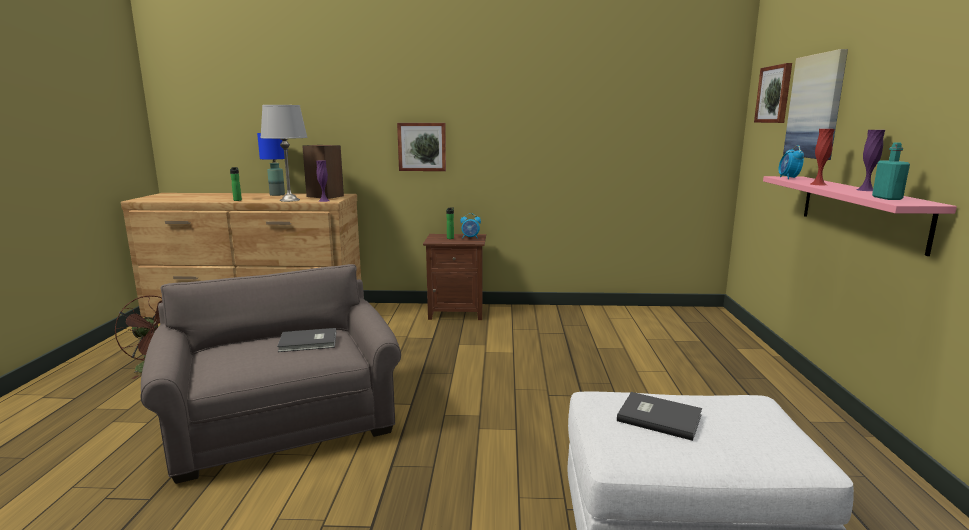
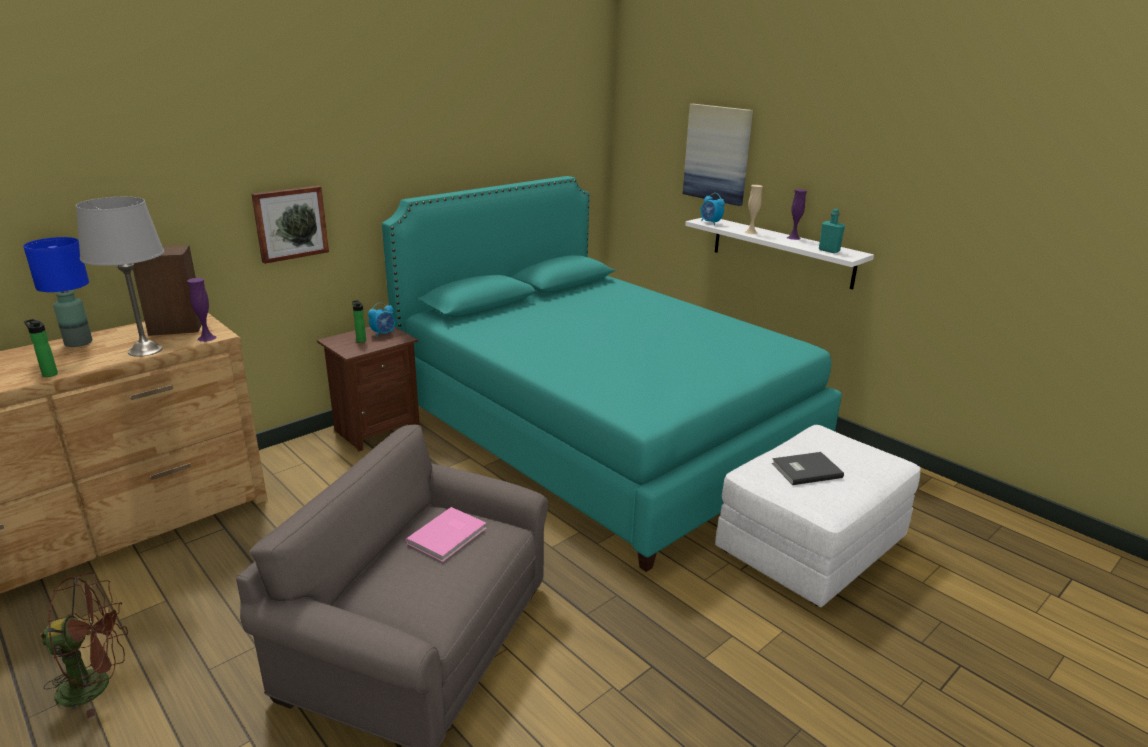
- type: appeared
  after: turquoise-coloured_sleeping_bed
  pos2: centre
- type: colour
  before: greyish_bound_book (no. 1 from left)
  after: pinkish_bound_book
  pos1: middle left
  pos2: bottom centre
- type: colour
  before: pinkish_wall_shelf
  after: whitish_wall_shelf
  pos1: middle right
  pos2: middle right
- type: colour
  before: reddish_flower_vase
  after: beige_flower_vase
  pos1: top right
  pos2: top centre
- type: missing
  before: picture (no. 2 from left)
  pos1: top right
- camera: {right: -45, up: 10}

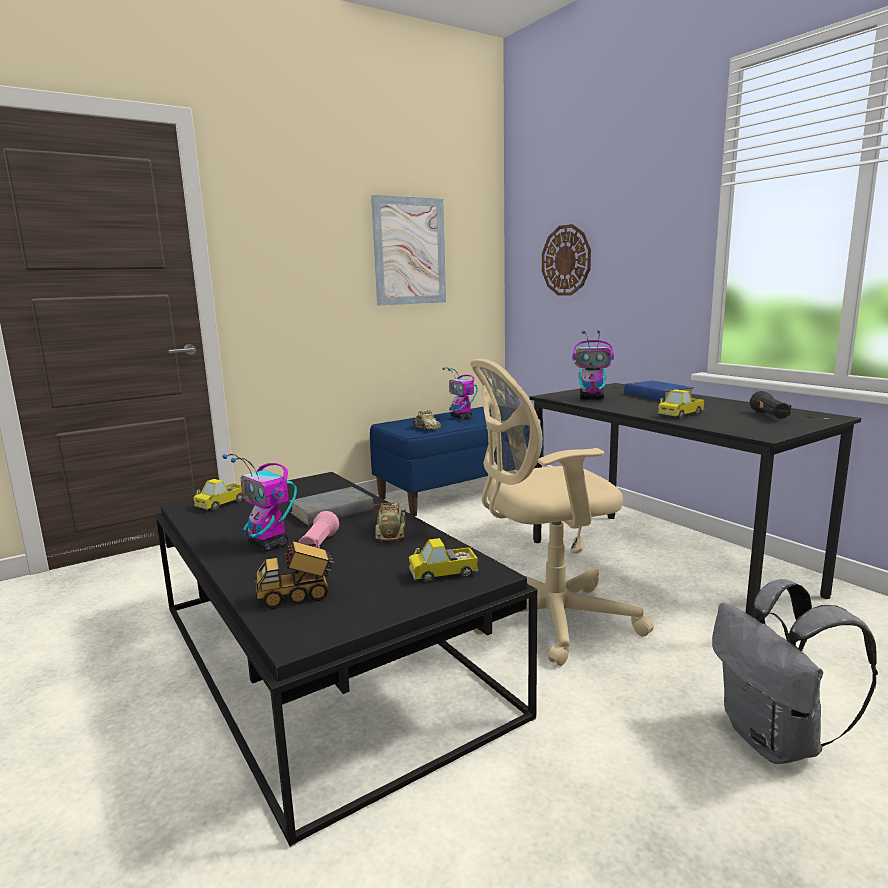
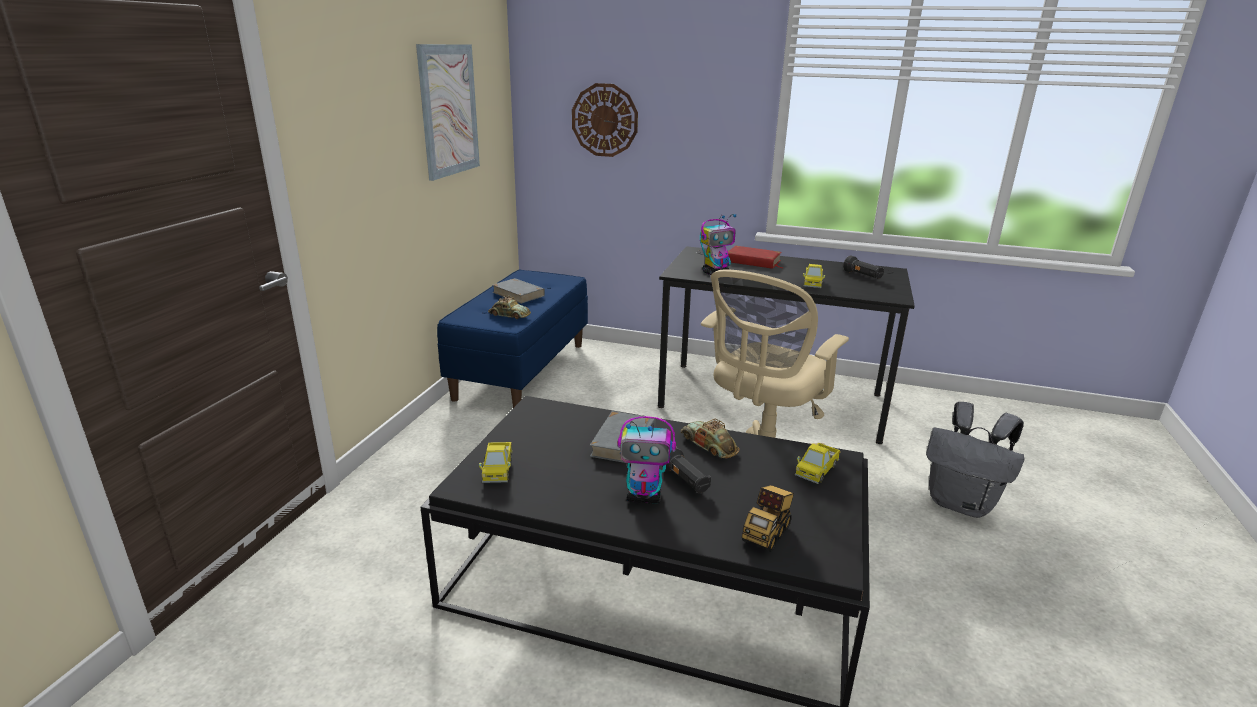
- type: exchanged
  before: robot_figure (no. 2 from left)
  after: greyish_bound_book (no. 1 from left)
  pos1: centre
  pos2: centre
- type: colour
  before: pinkish_hand_torch
  after: black_hand_torch (no. 1 from left)
  pos1: centre
  pos2: centre
- type: colour
  before: blue-coloured_bound_book
  after: reddish_bound_book
  pos1: middle right
  pos2: centre
- camera: {right: -40, up: 10}

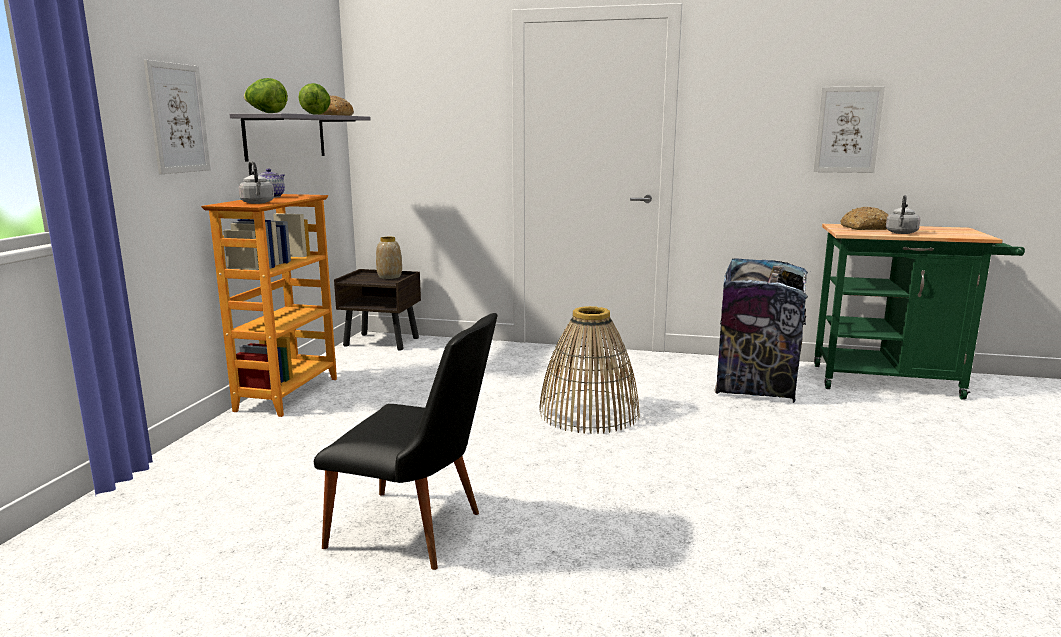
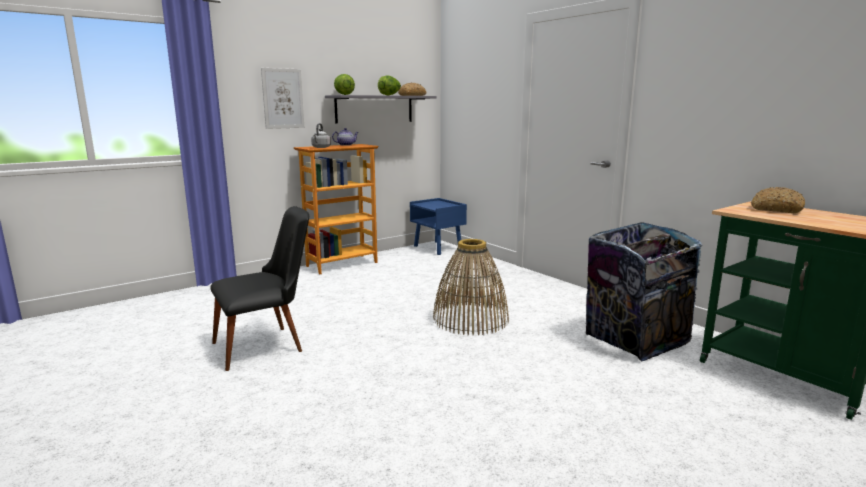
- type: spun
  before: black_upright_chair
  pos1: bottom centre
  pos2: middle left
  turn: -90
- type: colour
  before: brown_bedside_table
  after: blue-coloured_bedside_table
  pos1: centre
  pos2: centre
- type: missing
  before: flower_vase
  pos1: centre
- type: missing
  before: picture (no. 2 from left)
  pos1: top right
- type: missing
  before: greyish_water_kettle (no. 2 from left)
  pos1: middle right
- camera: {right: 40, up: 0}

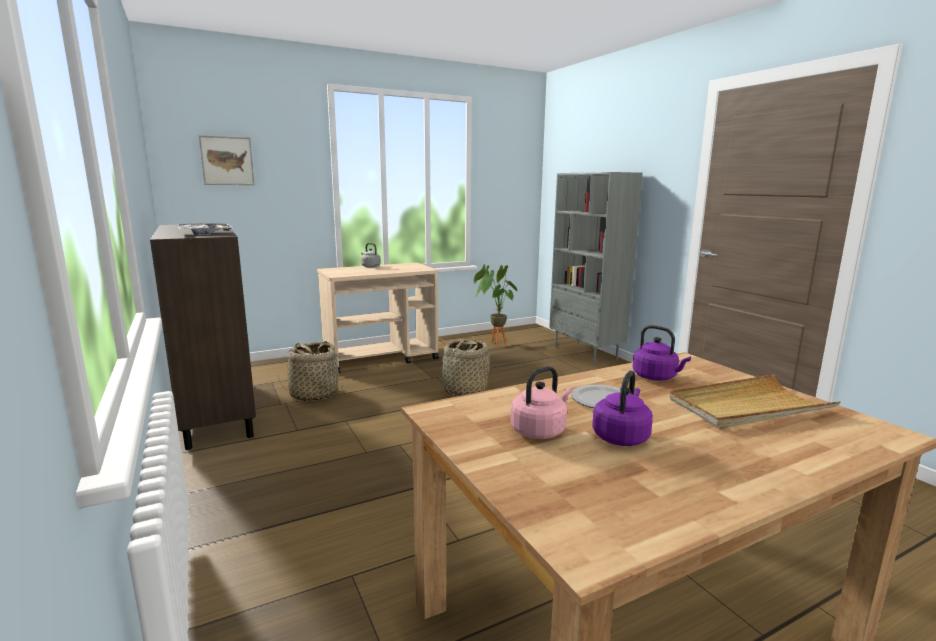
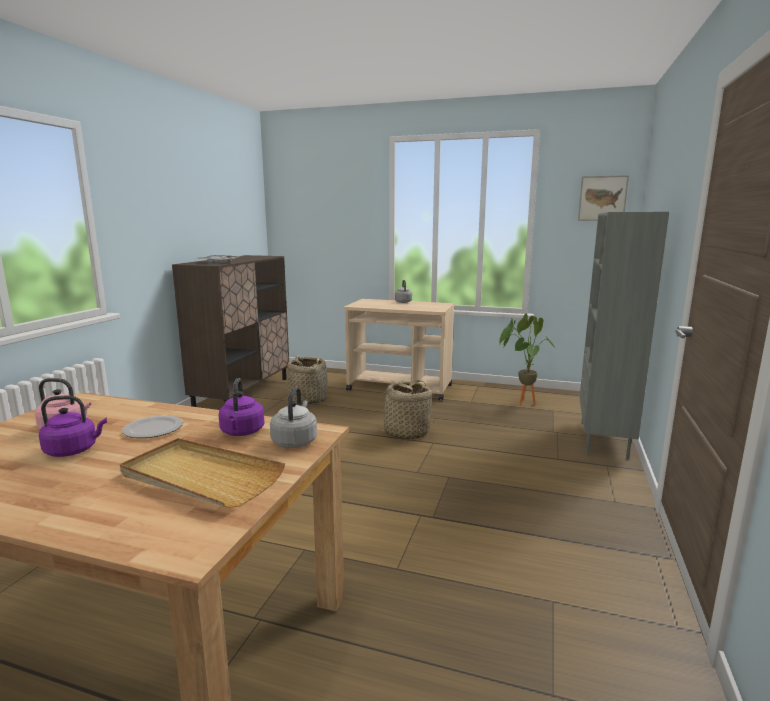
- type: appeared
  after: greyish_water_kettle (no. 1 from left)
  pos2: centre
- type: relocated
  before: picture
  pos1: top left
  pos2: top right
- camera: {right: 45, up: 0}

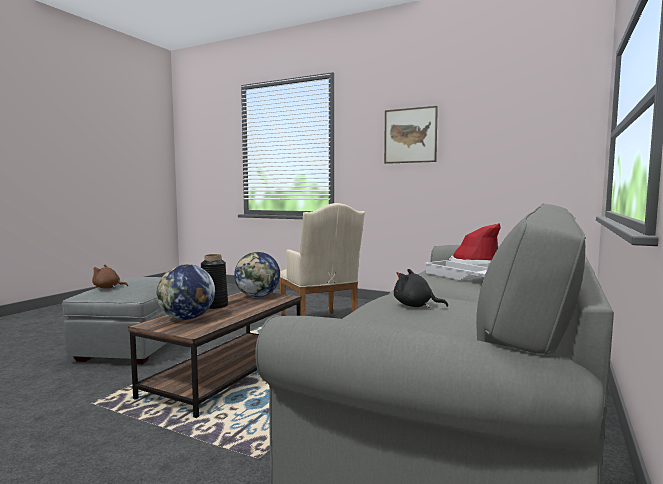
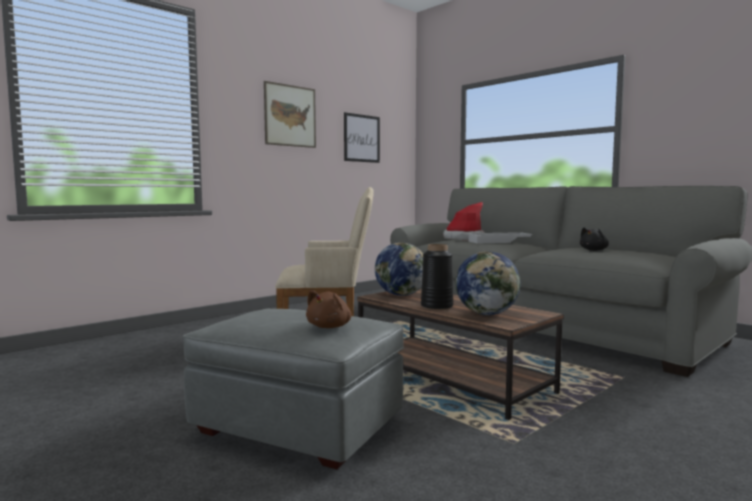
- type: appeared
  after: picture (no. 2 from left)
  pos2: top centre
- camera: {right: -70, up: 0}

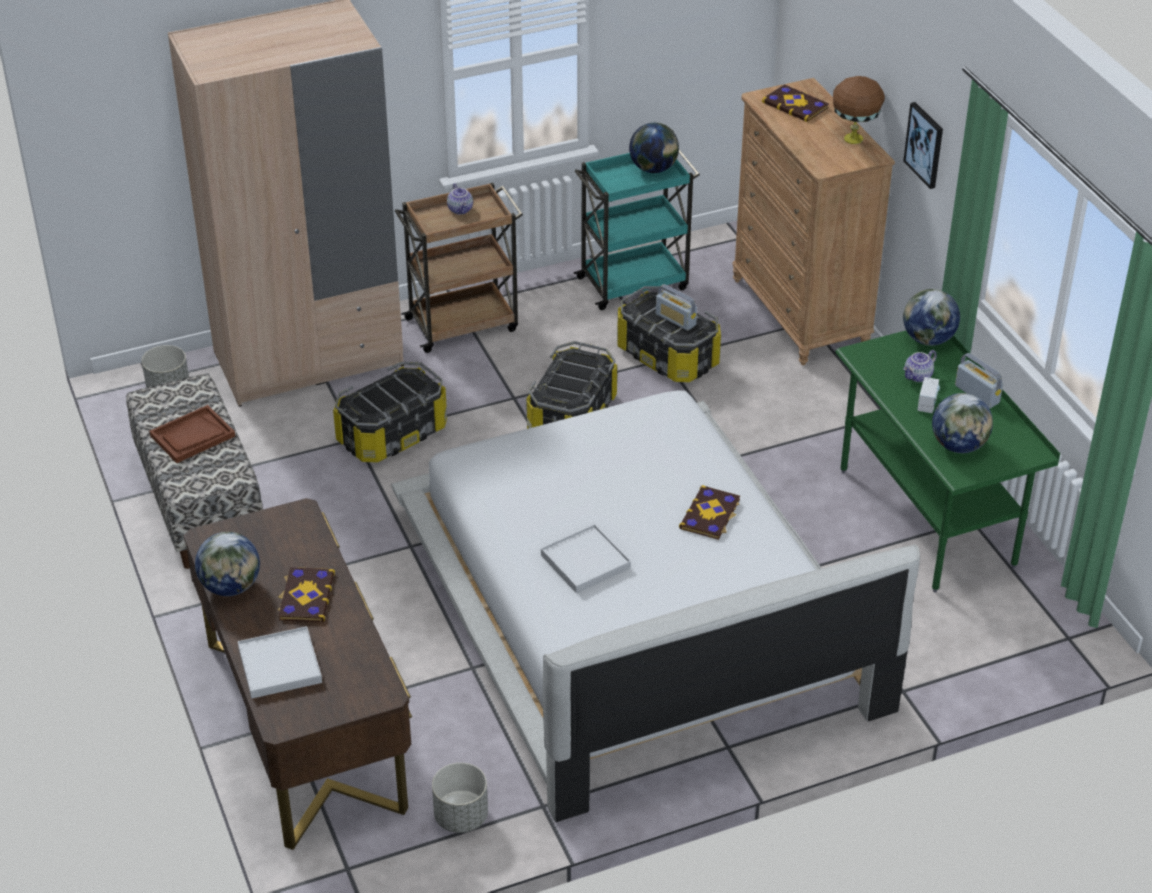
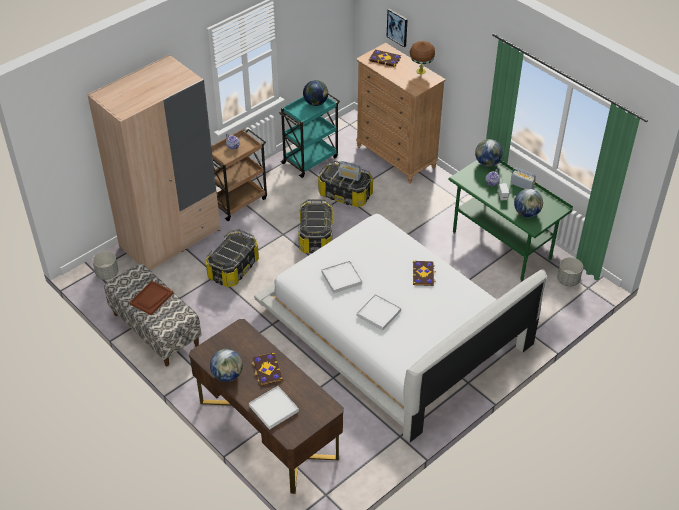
- type: appeared
  after: whitish_tray (no. 2 from left)
  pos2: centre
- type: relocated
  before: picture
  pos1: top right
  pos2: top centre
- type: relocated
  before: greyish_plant_pot (no. 2 from left)
  pos1: bottom centre
  pos2: middle right
- camera: {right: -20, up: 5}

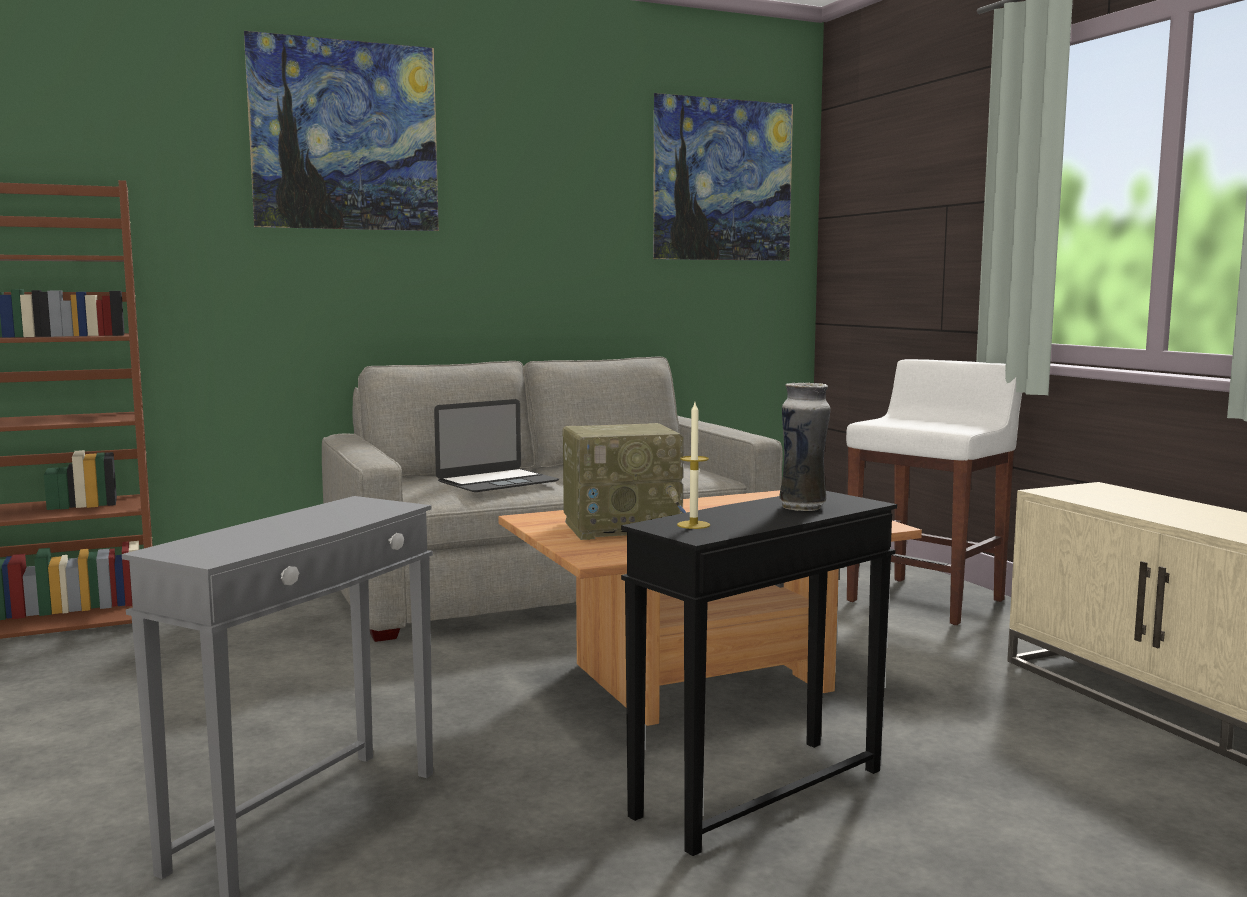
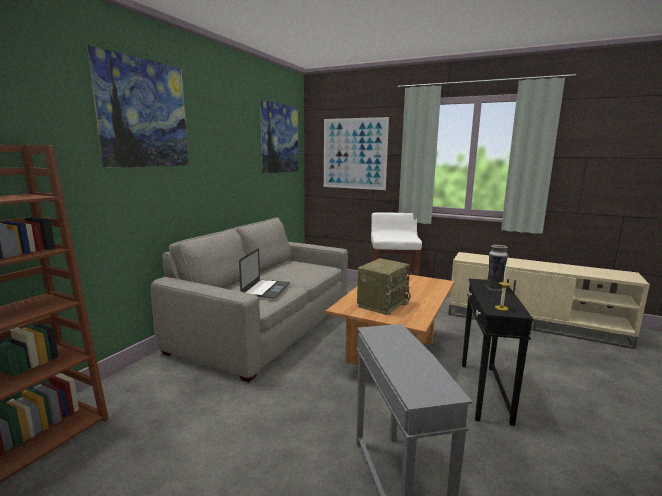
- type: appeared
  after: picture (no. 3 from left)
  pos2: top centre
- camera: {right: -40, up: 5}

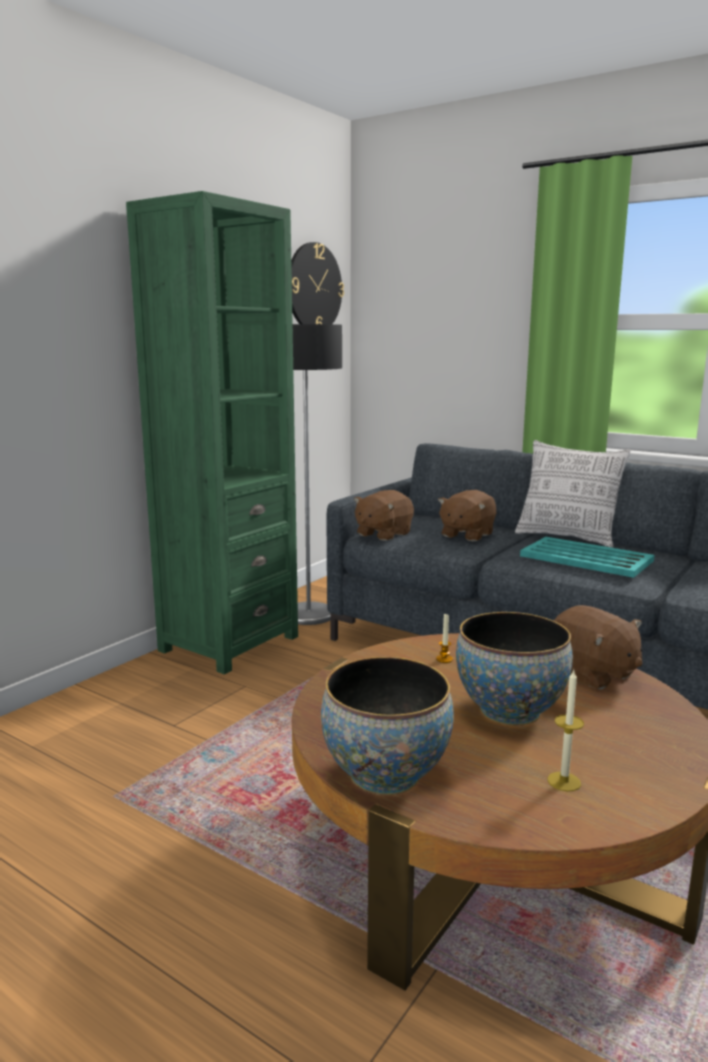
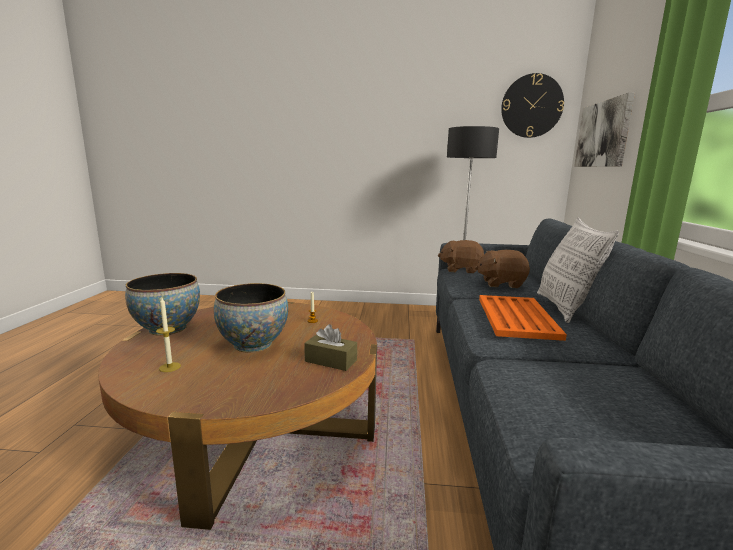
- type: exchanged
  before: brown_plush_toy (no. 3 from left)
  after: brown_tissue_box
  pos1: middle right
  pos2: centre
- type: colour
  before: turquoise-coloured_tray
  after: orange_tray
  pos1: middle right
  pos2: middle right
- type: appeared
  after: picture
  pos2: top right
- type: missing
  before: green-coloured_bookshelf
  pos1: middle left
- camera: {right: 60, up: 0}

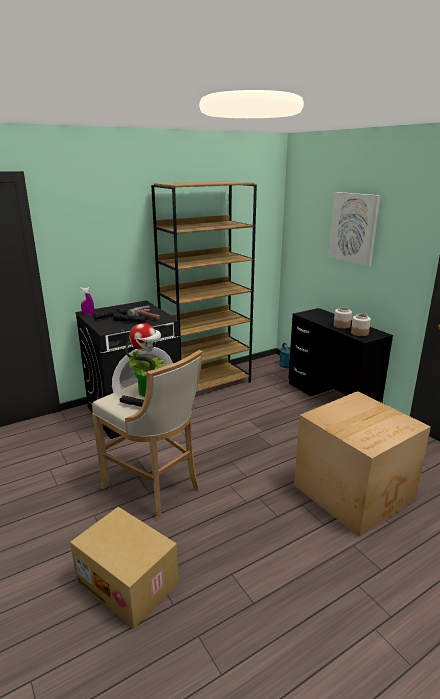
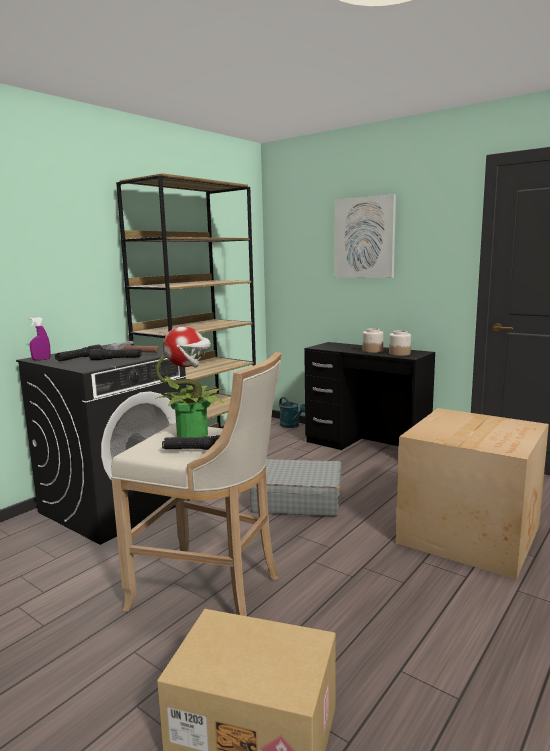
- type: appeared
  after: greyish_travel_case
  pos2: centre
- camera: {right: -20, up: -10}

